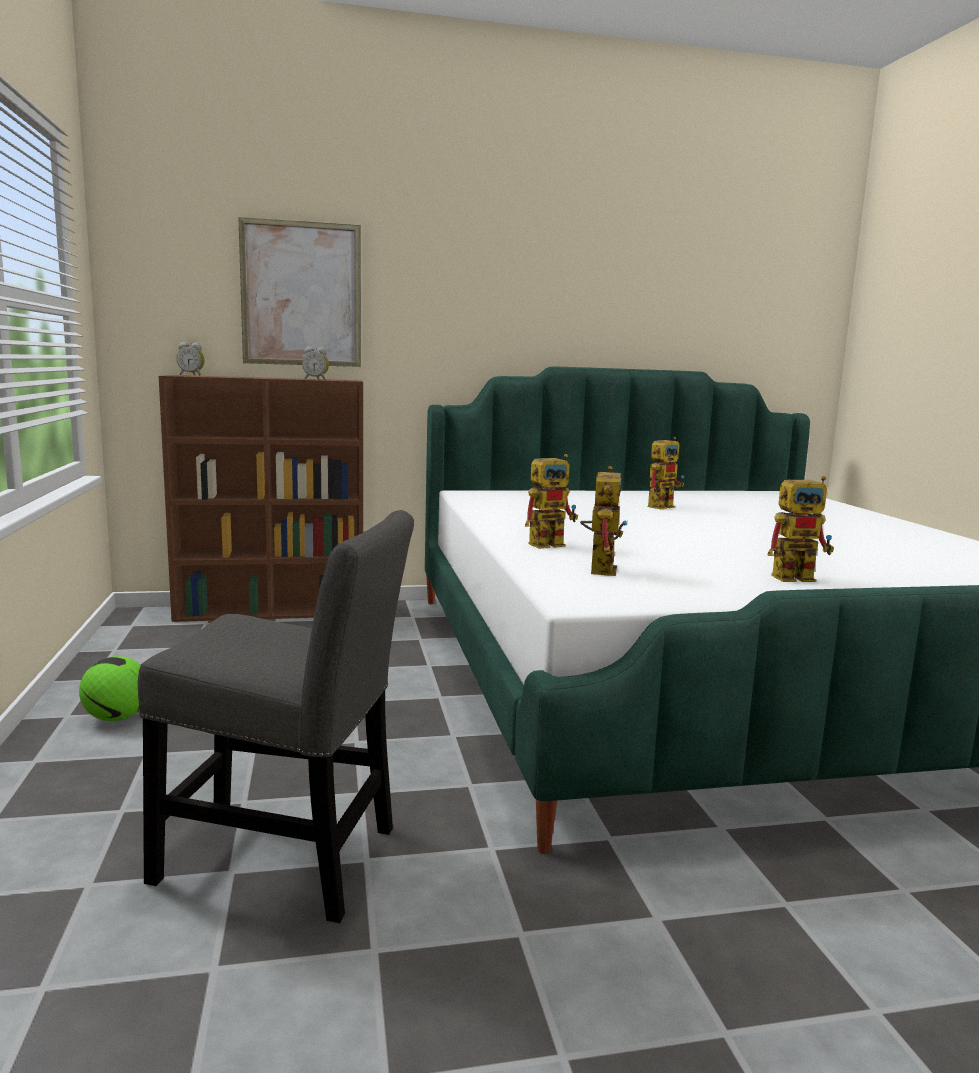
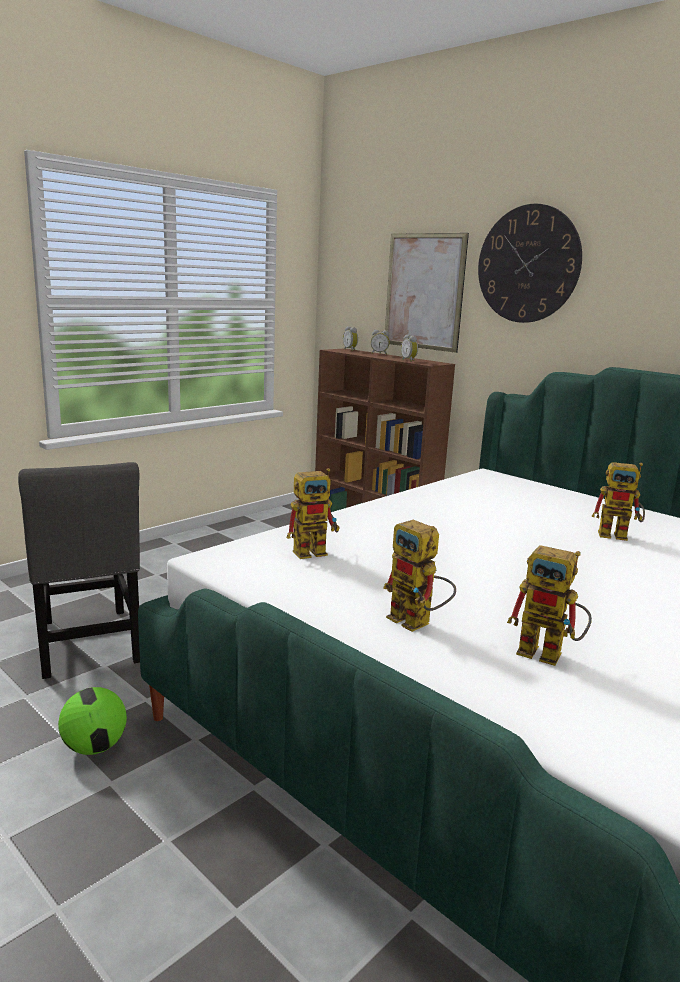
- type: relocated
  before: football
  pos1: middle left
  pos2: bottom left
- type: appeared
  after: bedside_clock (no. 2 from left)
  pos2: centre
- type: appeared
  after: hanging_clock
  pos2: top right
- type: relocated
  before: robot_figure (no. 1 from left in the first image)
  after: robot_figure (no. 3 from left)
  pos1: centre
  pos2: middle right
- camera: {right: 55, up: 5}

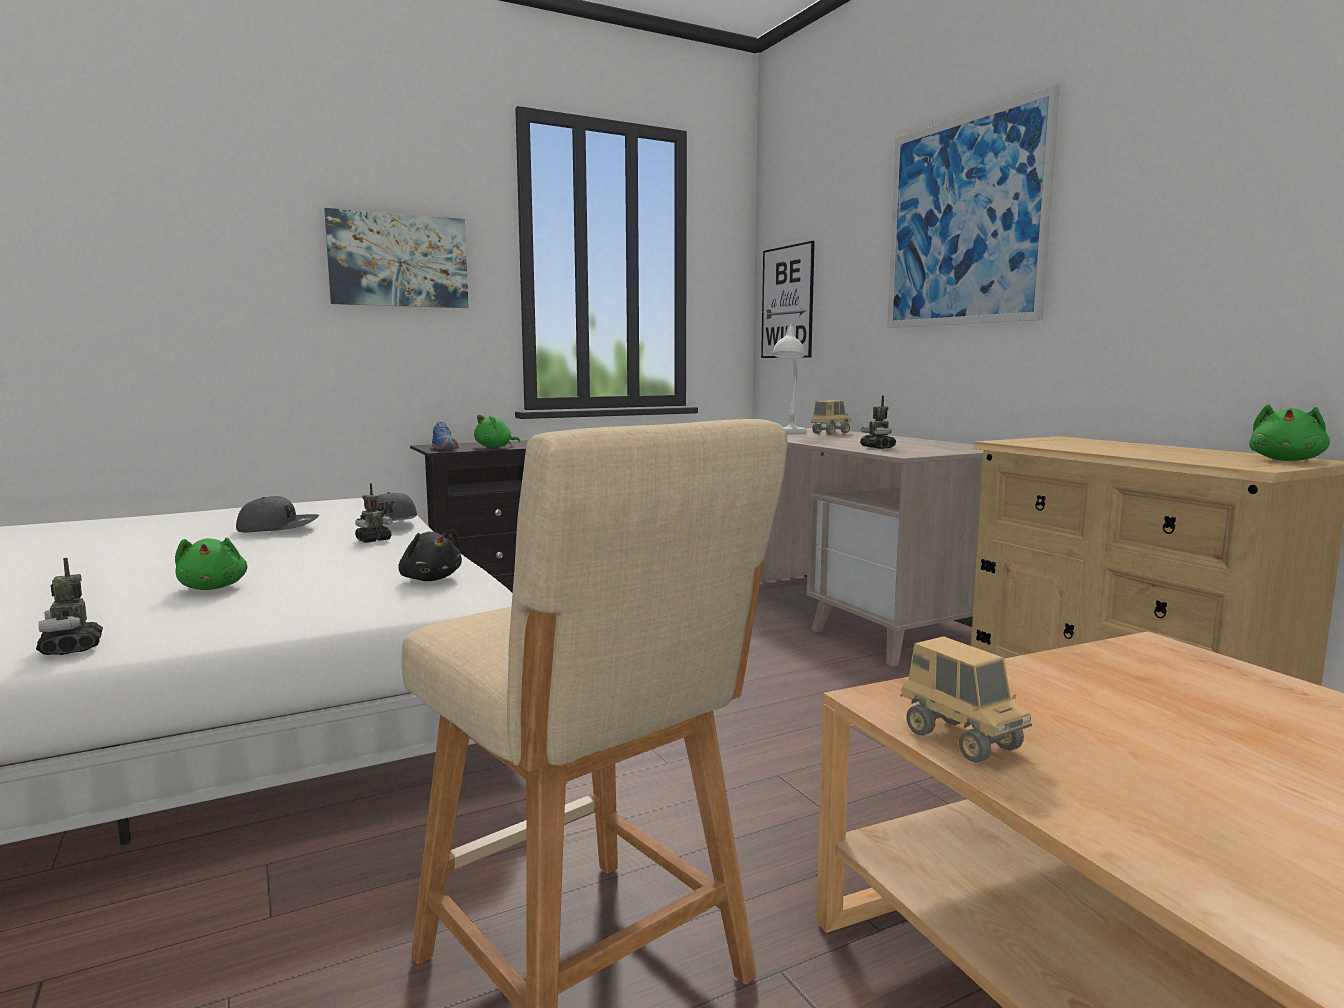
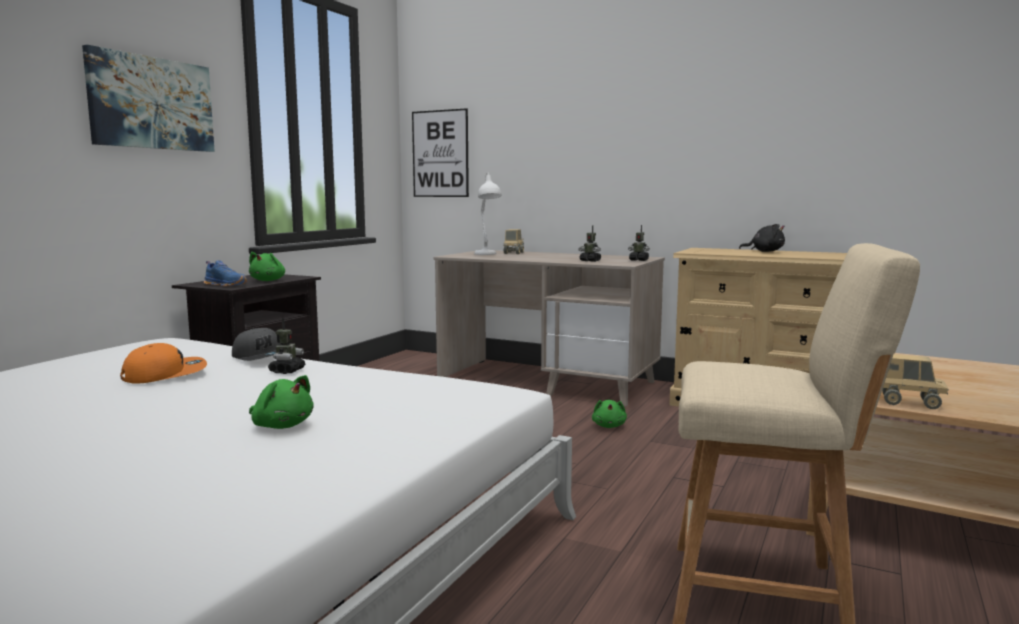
- type: colour
  before: greyish_peaked_cap (no. 1 from left)
  after: orange_peaked_cap
  pos1: middle left
  pos2: middle left
- type: relocated
  before: green-coloured_plush_toy (no. 3 from left)
  pos1: middle right
  pos2: centre
- type: relocated
  before: robot_figure (no. 1 from left in the first image)
  after: robot_figure (no. 3 from left)
  pos1: middle left
  pos2: centre
- type: relocated
  before: black_plush_toy
  pos1: middle left
  pos2: middle right
- type: missing
  before: picture (no. 3 from left)
  pos1: top right
- camera: {right: -35, up: 0}

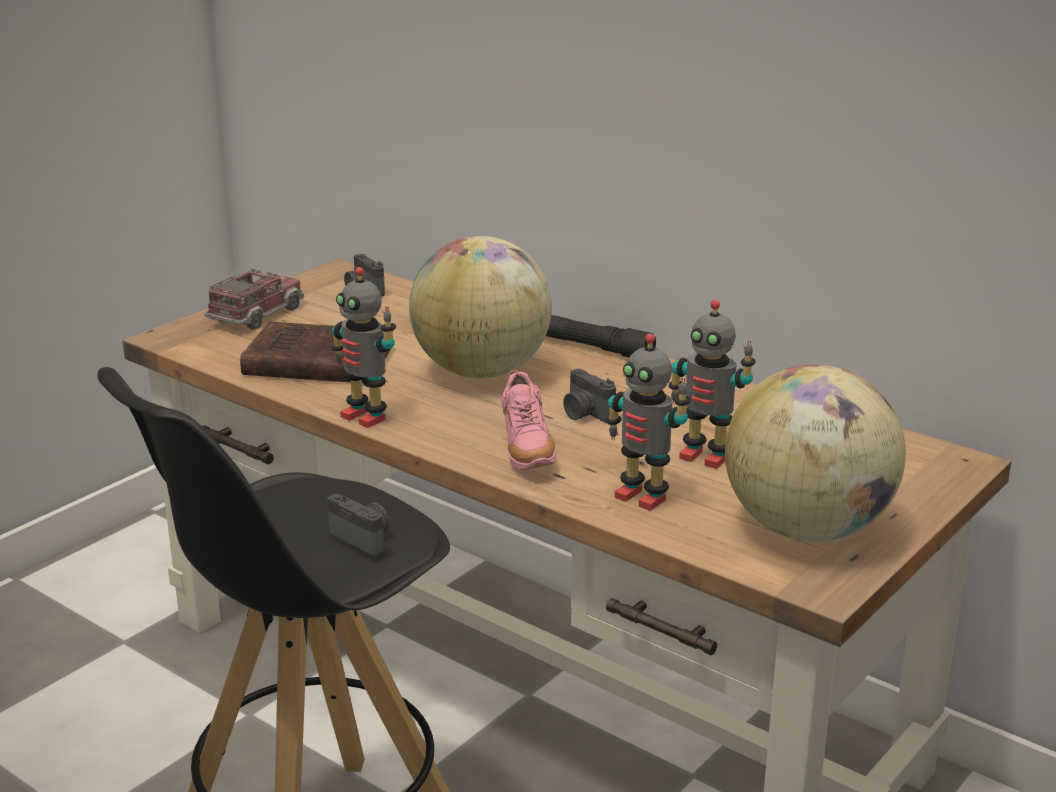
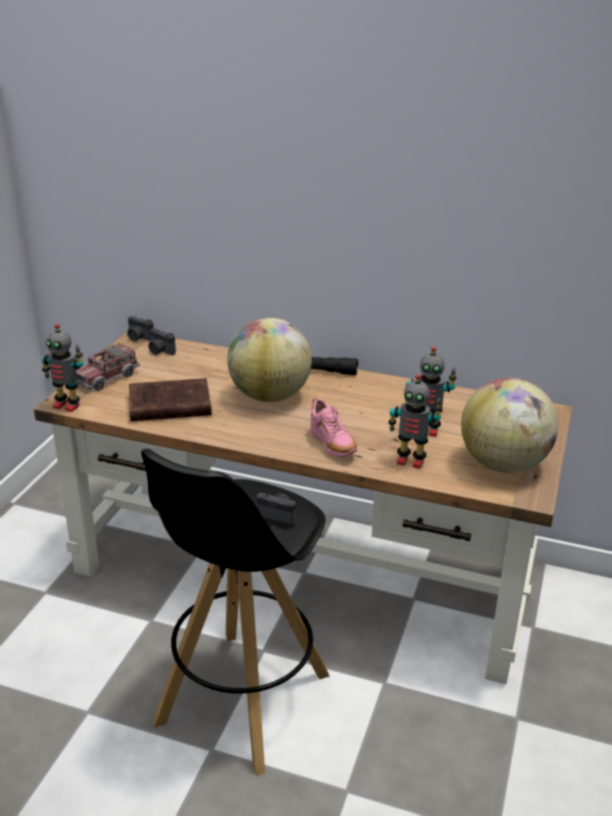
- type: relocated
  before: robot_figure (no. 1 from left)
  pos1: centre
  pos2: middle left
- type: spun
  before: toy_lorry
  pos1: middle left
  pos2: middle left
  turn: -150
- type: relocated
  before: photo_camera (no. 3 from left in the first image)
  after: photo_camera (no. 1 from left)
  pos1: centre
  pos2: middle left
- camera: {right: -20, up: 5}

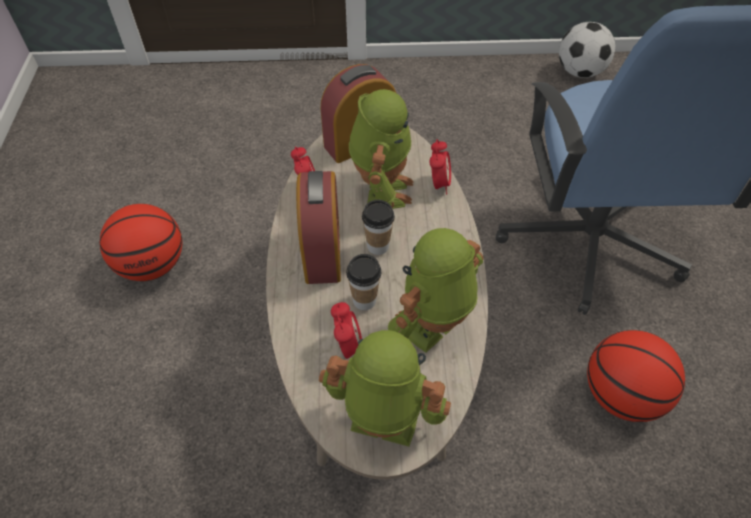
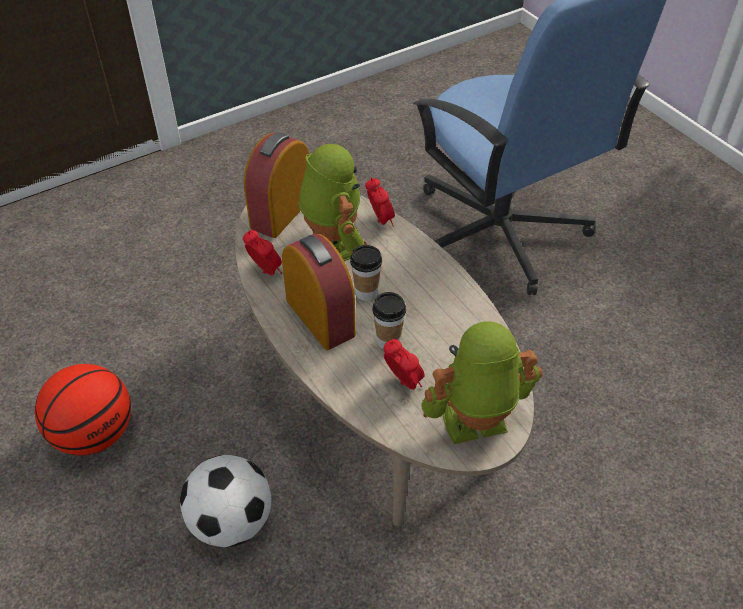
- type: relocated
  before: football
  pos1: top right
  pos2: bottom left
- type: missing
  before: robot_figure (no. 3 from left)
  pos1: centre
- type: missing
  before: ball_for_basketball (no. 2 from left)
  pos1: bottom right
- camera: {right: -30, up: -5}

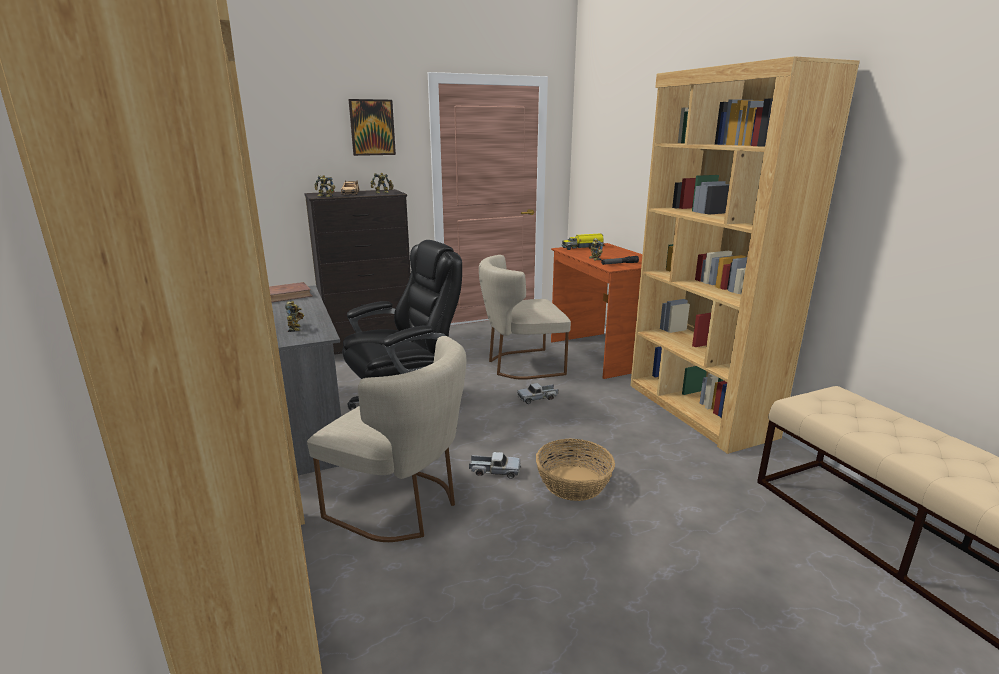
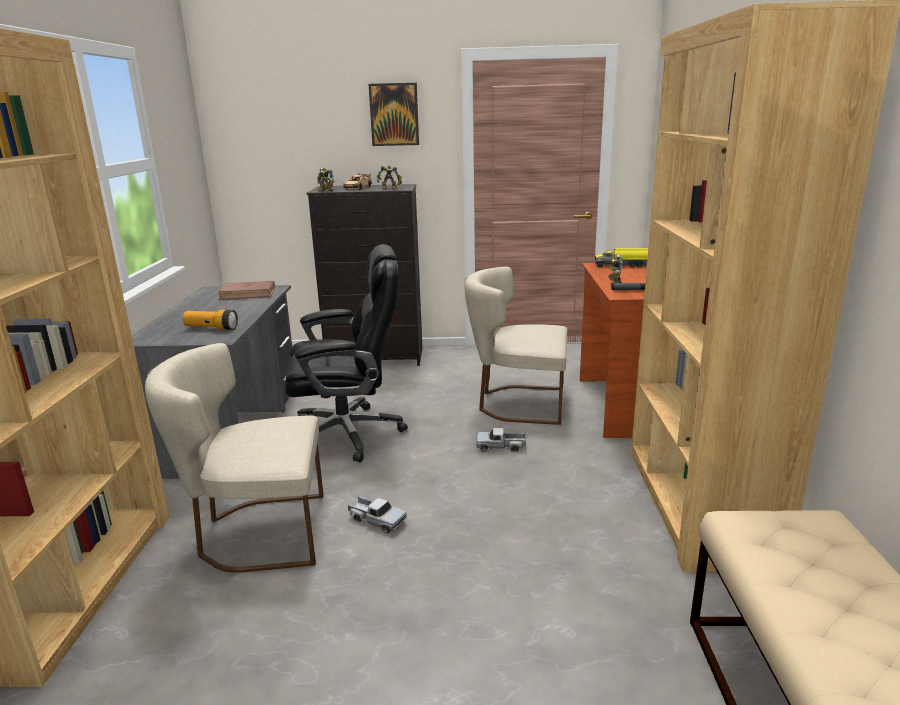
- type: spun
  before: beige_upright_chair (no. 1 from left)
  pos1: centre
  pos2: middle left
  turn: 120
- type: exchanged
  before: robot_figure (no. 1 from left)
  after: hand_torch (no. 1 from left)
  pos1: middle left
  pos2: middle left
- type: missing
  before: basket
  pos1: bottom centre
- camera: {right: 25, up: 0}

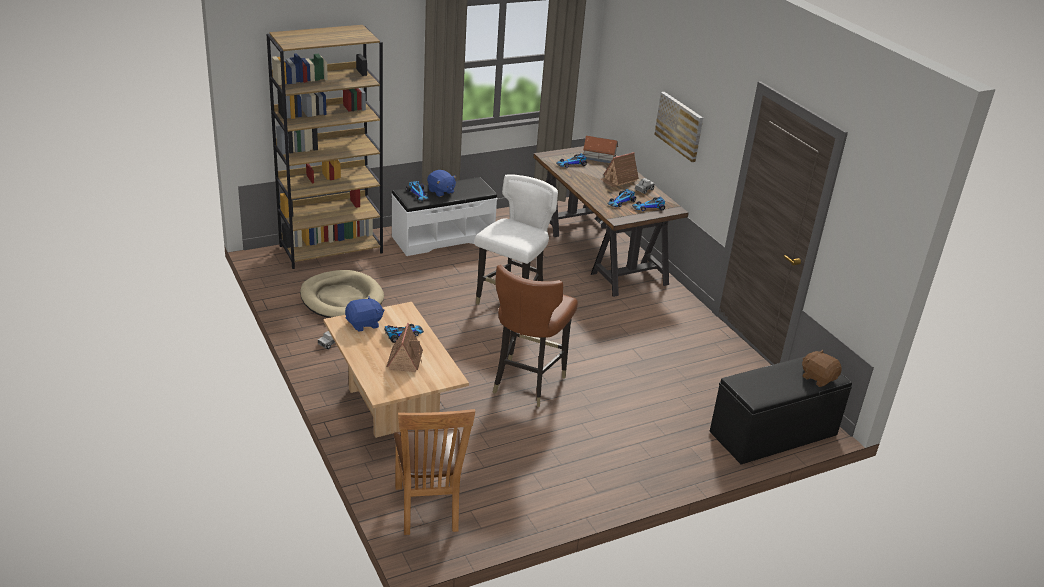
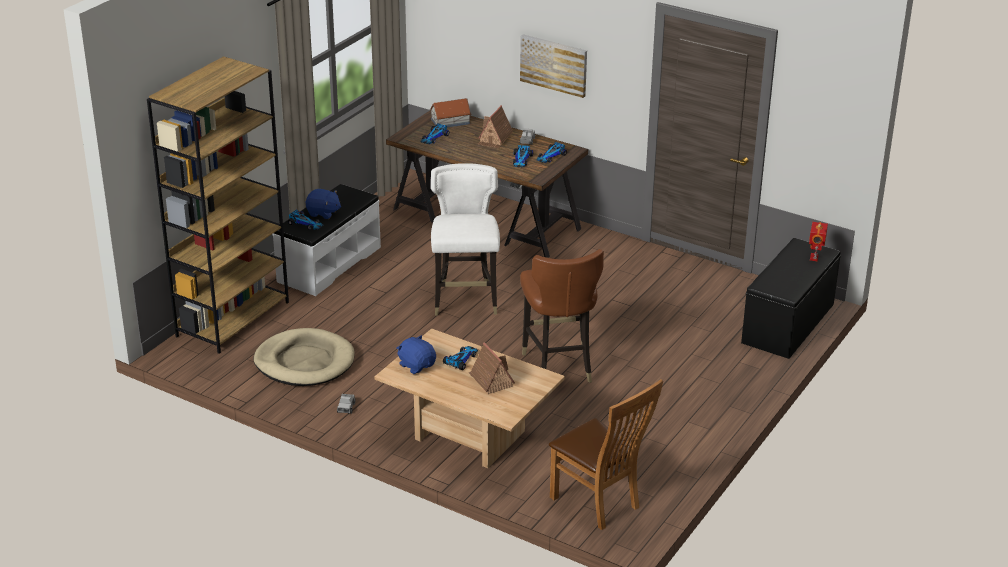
- type: spun
  before: blue-coloured_plush_toy (no. 1 from left in the first image)
  pos1: centre
  pos2: centre
  turn: -75
- type: exchanged
  before: brown_plush_toy
  after: robot_figure
  pos1: middle right
  pos2: middle right
- camera: {right: -30, up: 0}

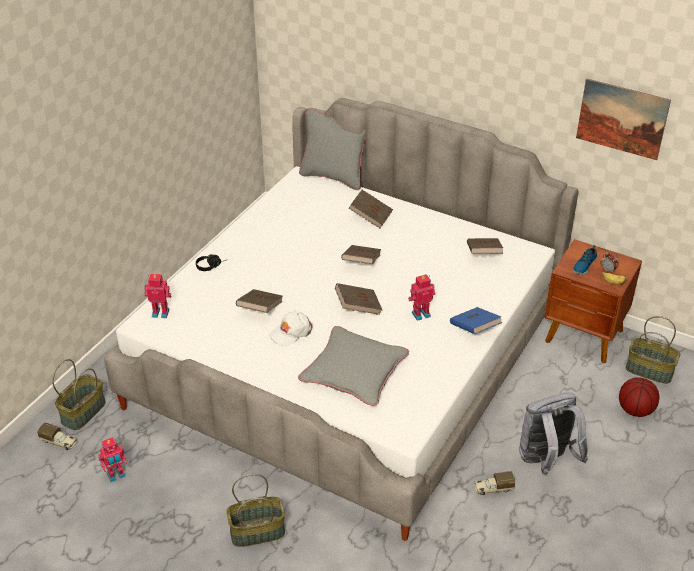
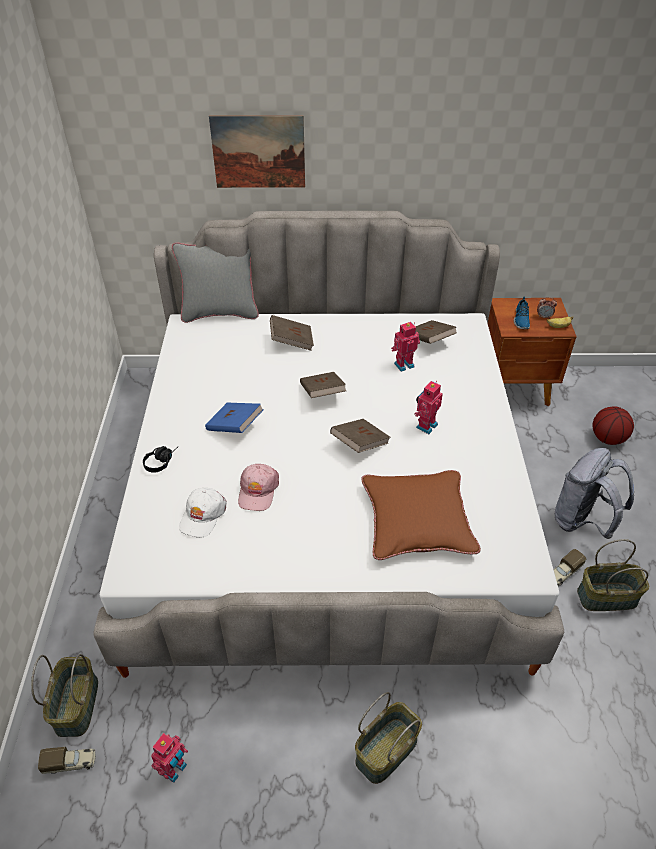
- type: relocated
  before: whitish_peaked_cap
  pos1: centre
  pos2: middle left
- type: relocated
  before: blue-coloured_bound_book
  pos1: middle right
  pos2: centre
- type: relocated
  before: picture
  pos1: top right
  pos2: top centre
- type: exchanged
  before: brown_bound_book (no. 1 from left)
  after: pinkish_peaked_cap
  pos1: centre
  pos2: centre
- type: colour
  before: greyish_cushion (no. 2 from left)
  after: brown_cushion
  pos1: centre
  pos2: centre
- type: relocated
  before: robot_figure (no. 2 from left)
  pos1: middle left
  pos2: centre
- type: relocated
  before: basket (no. 3 from left)
  pos1: middle right
  pos2: bottom right
- camera: {right: -30, up: 5}

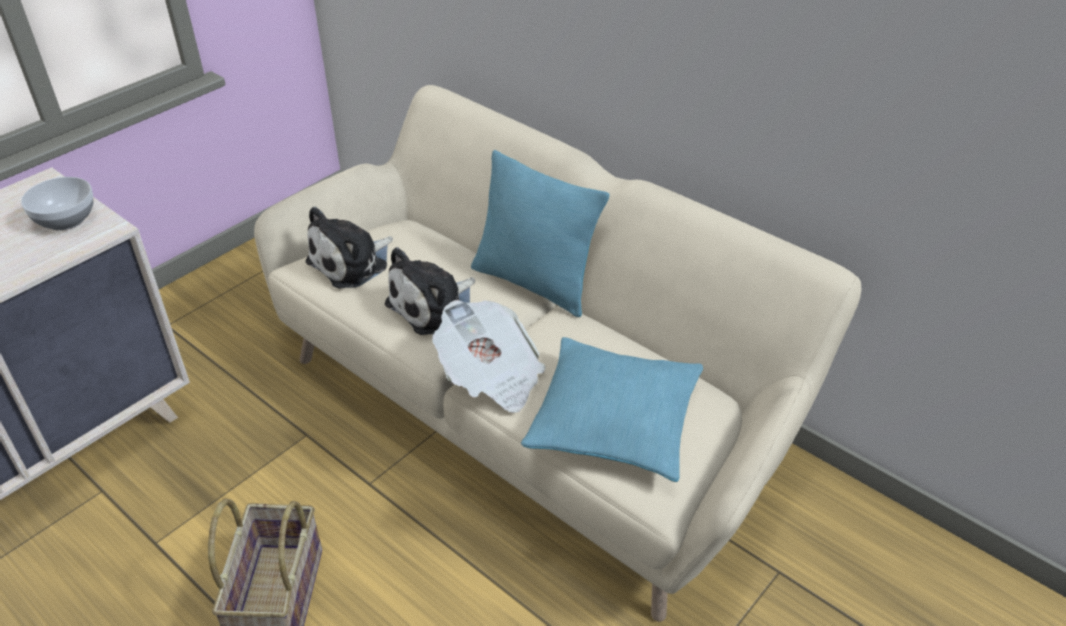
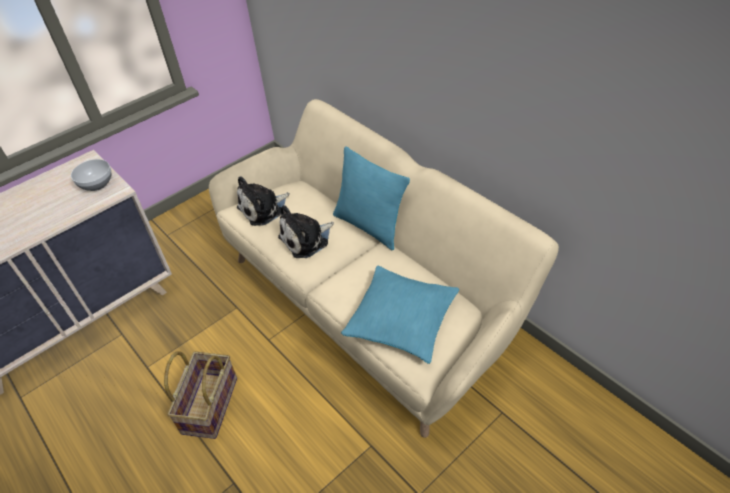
- type: missing
  before: daily_paper
  pos1: centre
- camera: {right: 10, up: 5}

